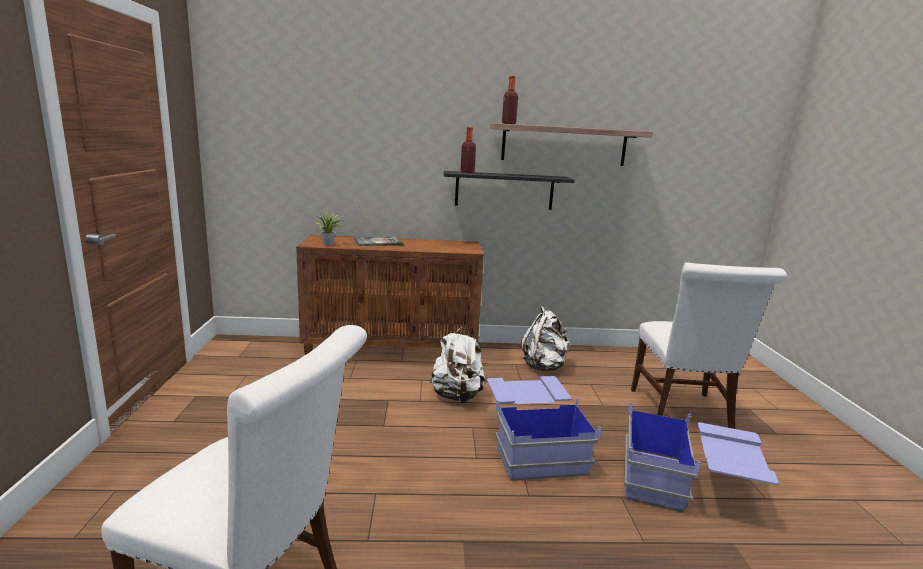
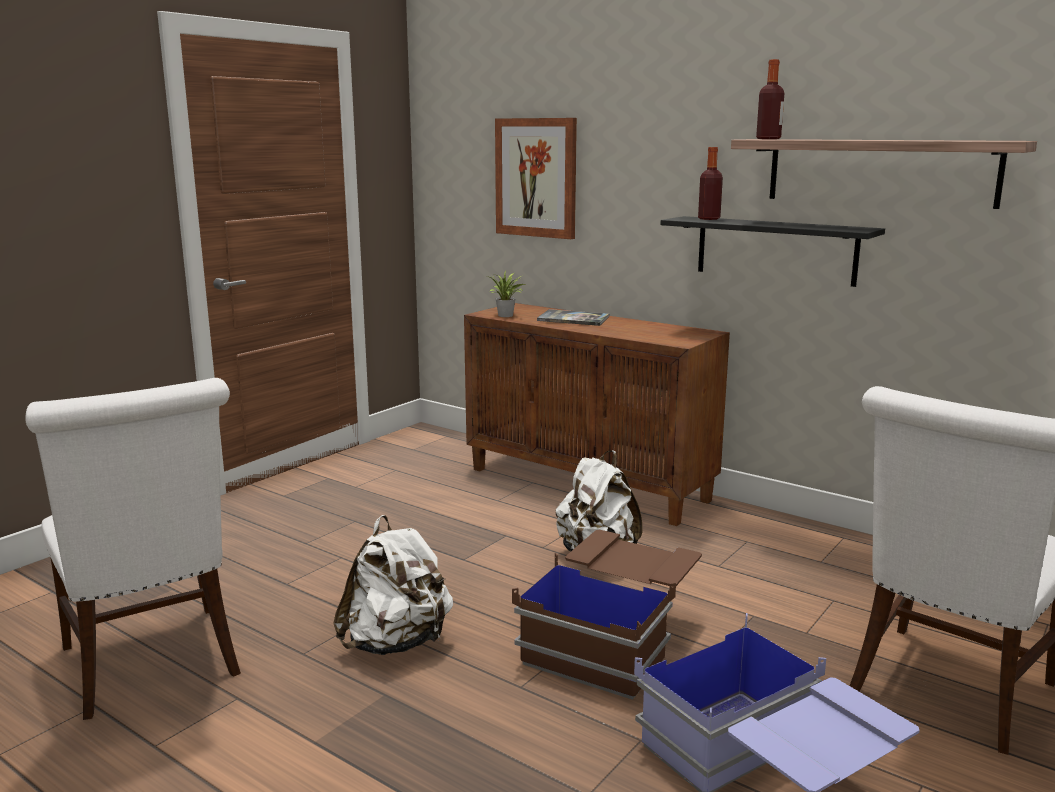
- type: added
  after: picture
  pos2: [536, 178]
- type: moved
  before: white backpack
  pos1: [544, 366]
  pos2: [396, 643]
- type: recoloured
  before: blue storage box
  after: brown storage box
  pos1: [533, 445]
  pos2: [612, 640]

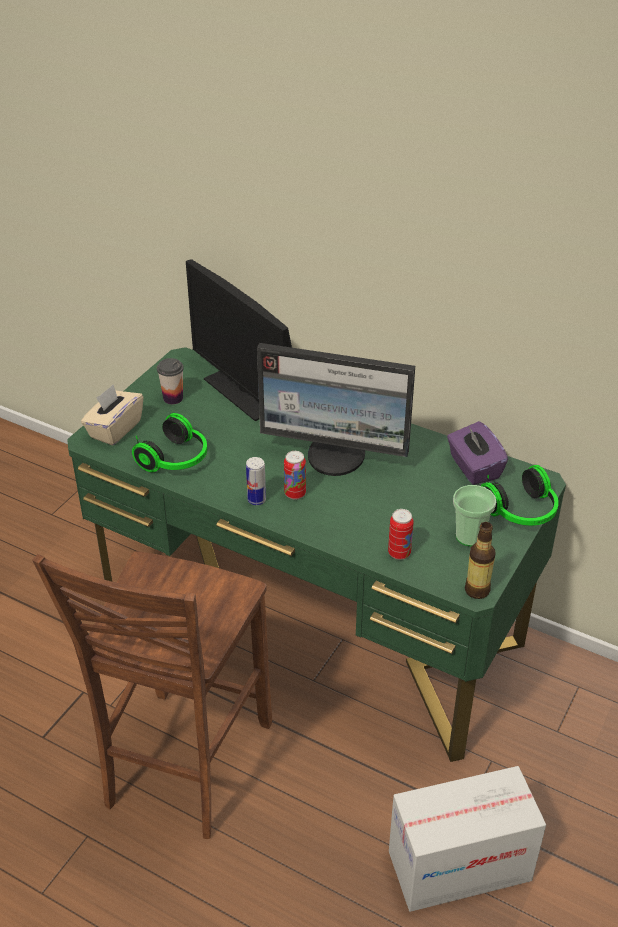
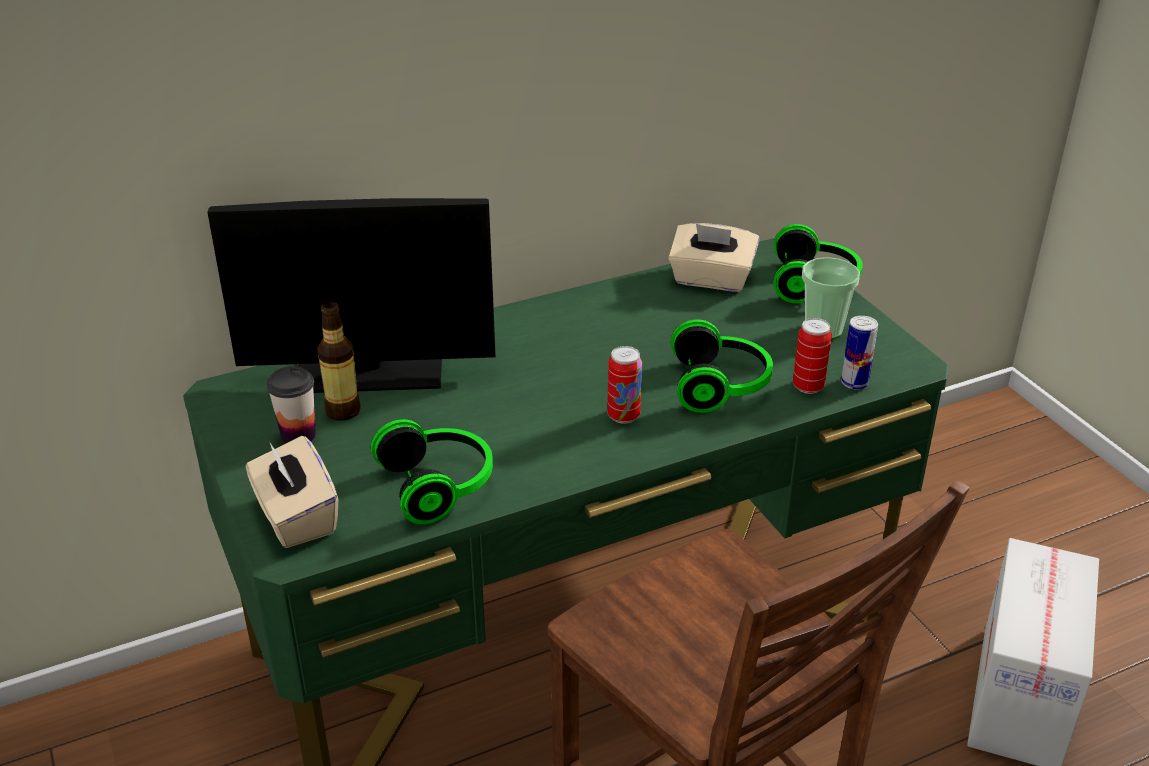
- type: removed
  before: monitor
  pos1: [336, 456]
- type: added
  after: headphones
  pos2: [721, 386]
- type: moved
  before: can
  pos1: [256, 500]
  pos2: [854, 383]
- type: moved
  before: bottle
  pos1: [477, 590]
  pos2: [343, 411]
- type: recoloured
  before: purple tissue box
  after: beige tissue box
  pos1: [474, 468]
  pos2: [711, 279]

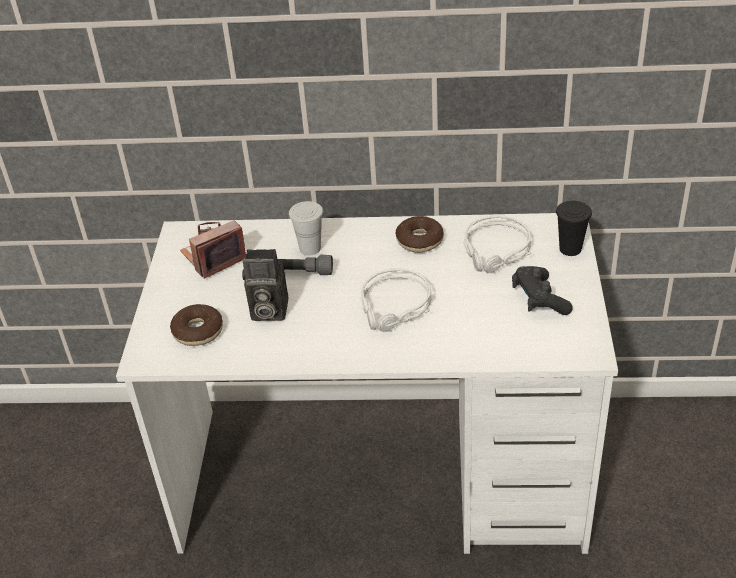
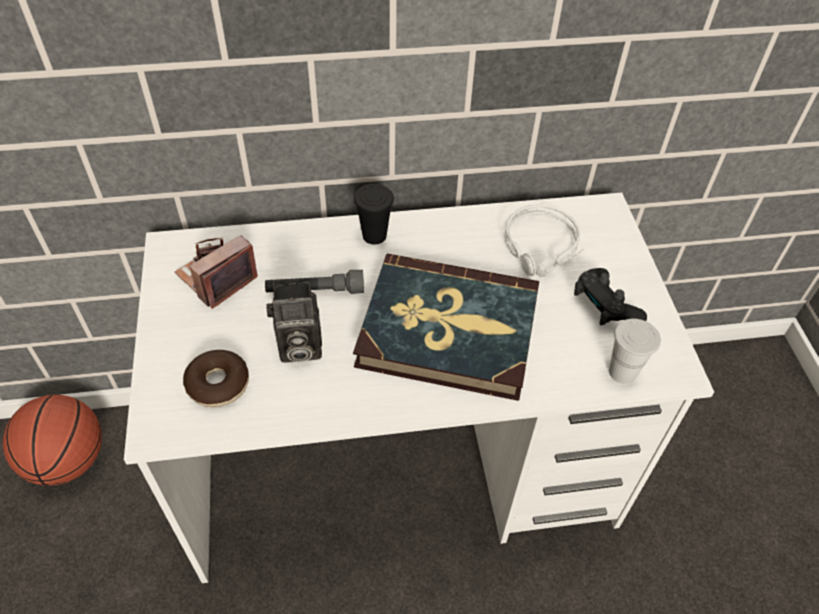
- type: removed
  before: donut
  pos1: [419, 240]
- type: added
  after: basketball
  pos2: [67, 460]
- type: moved
  before: white cup
  pos1: [310, 248]
  pos2: [622, 372]
- type: moved
  before: black cup
  pos1: [570, 249]
  pos2: [374, 235]
- type: replaced
  before: grey headphones
  after: book
  pos1: [395, 308]
  pos2: [448, 330]

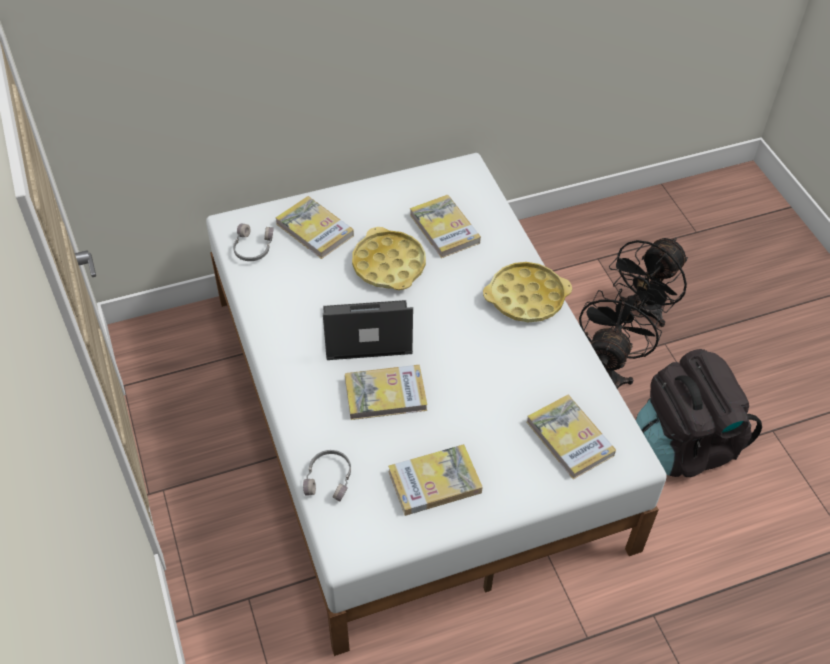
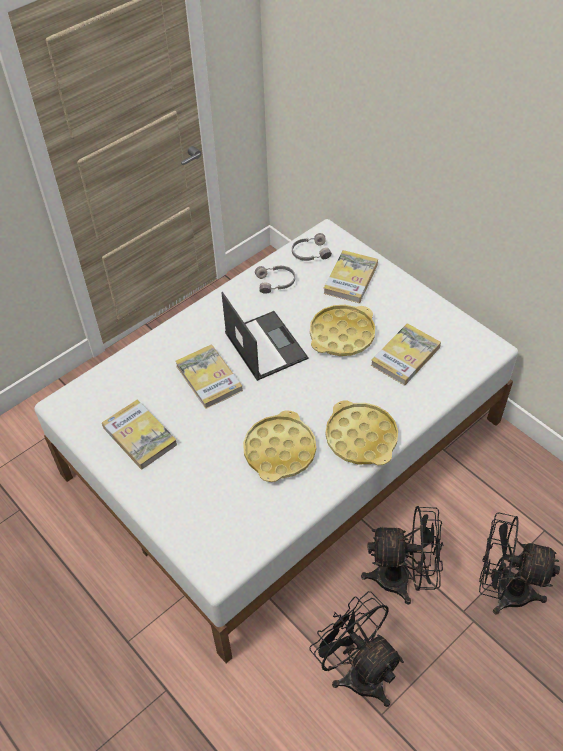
- type: removed
  before: book
  pos1: [570, 438]
- type: added
  after: yellow tray
  pos2: [280, 451]
- type: moved
  before: grey headphones
  pos1: [329, 478]
  pos2: [276, 282]
- type: replaced
  before: black backpack
  after: black fan
  pos1: [683, 446]
  pos2: [357, 671]

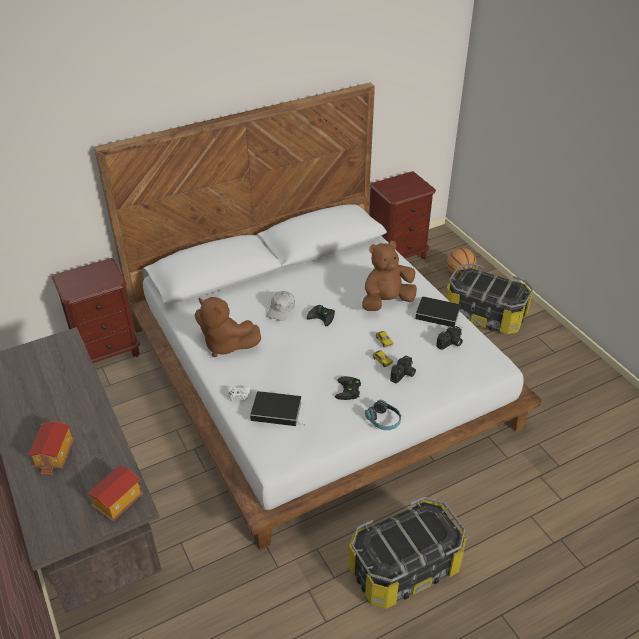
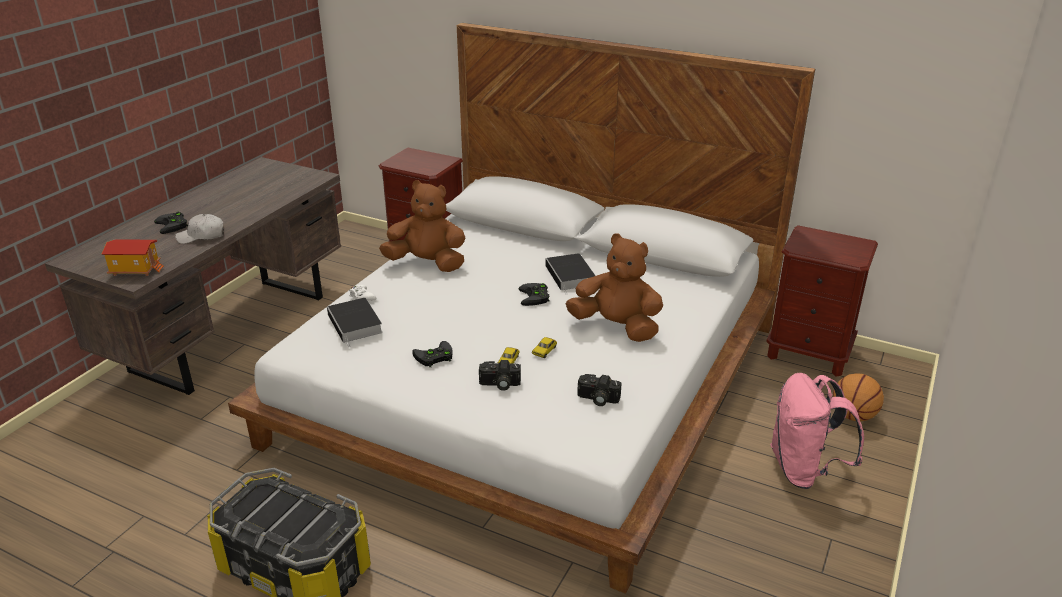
- type: removed
  before: headphones
  pos1: [383, 420]
- type: moved
  before: white cap
  pos1: [281, 309]
  pos2: [201, 236]
- type: moved
  before: book
  pos1: [439, 314]
  pos2: [571, 276]
- type: replaced
  before: toy house
  after: black game controller
  pos1: [55, 455]
  pos2: [173, 225]
- type: replaced
  before: storage box
  after: pink backpack
  pos1: [485, 314]
  pos2: [804, 470]
- type: turned
  before: brown plush toy
  pos1: [225, 345]
  pos2: [427, 264]
  turn: 105

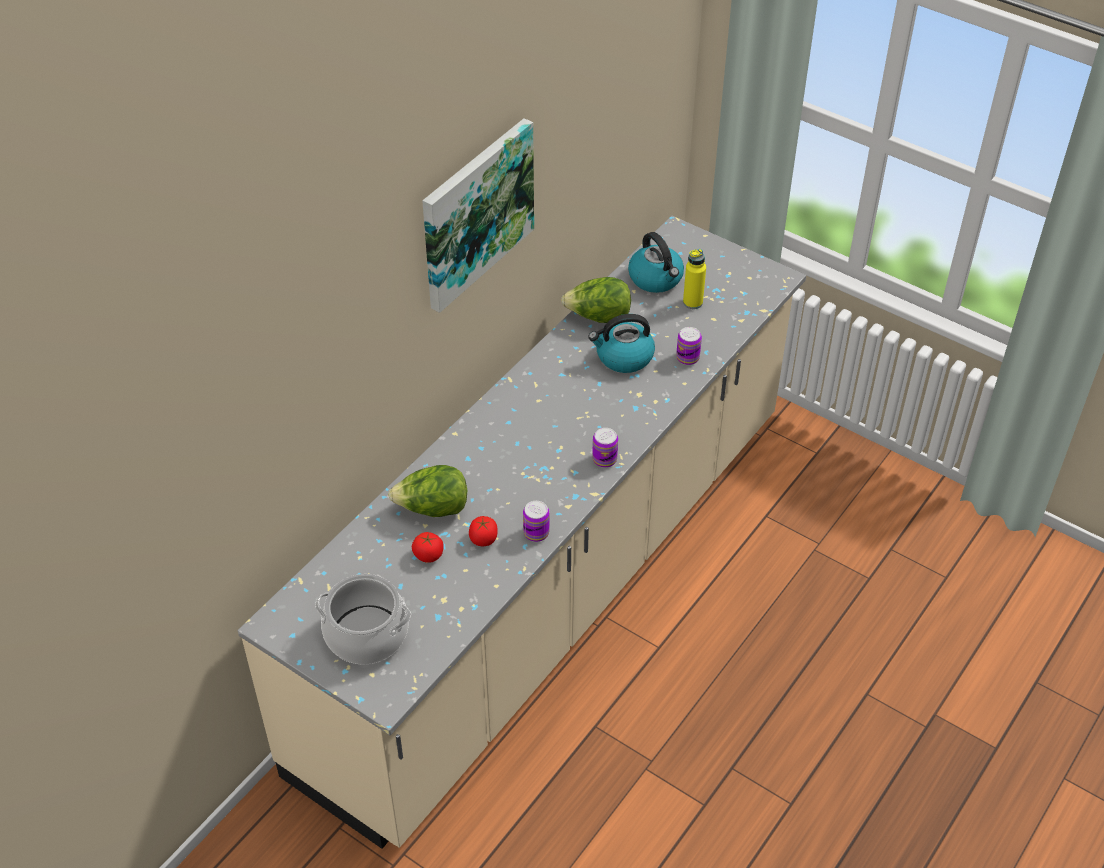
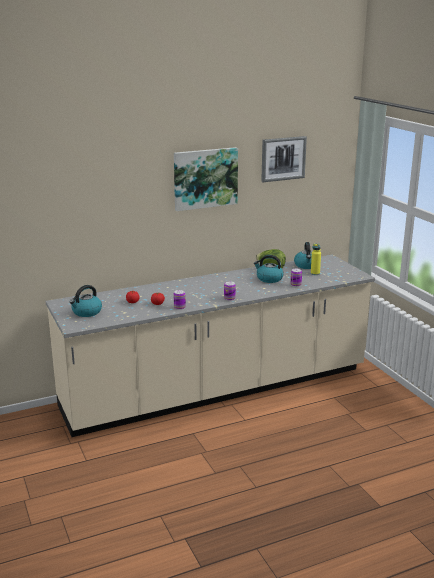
- type: removed
  before: lettuce
  pos1: [432, 509]
- type: added
  after: picture
  pos2: [283, 158]
- type: replaced
  before: cooking pot
  after: kettle
  pos1: [367, 634]
  pos2: [86, 312]

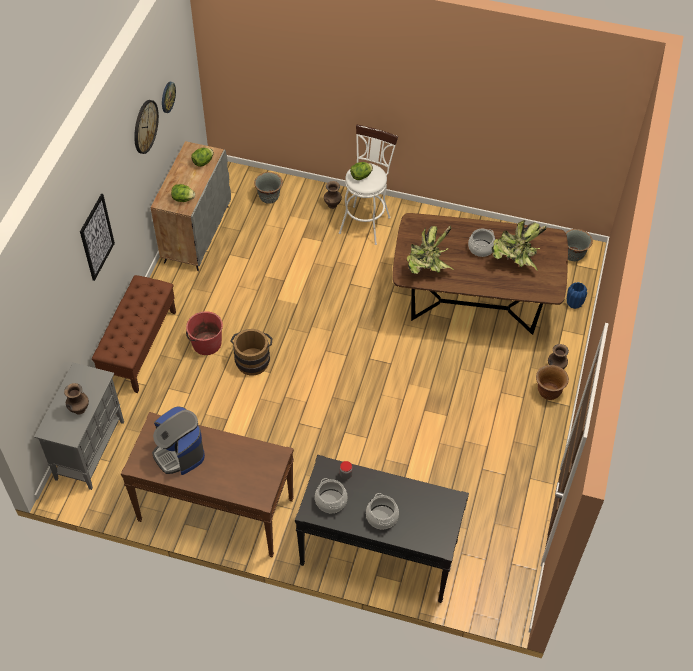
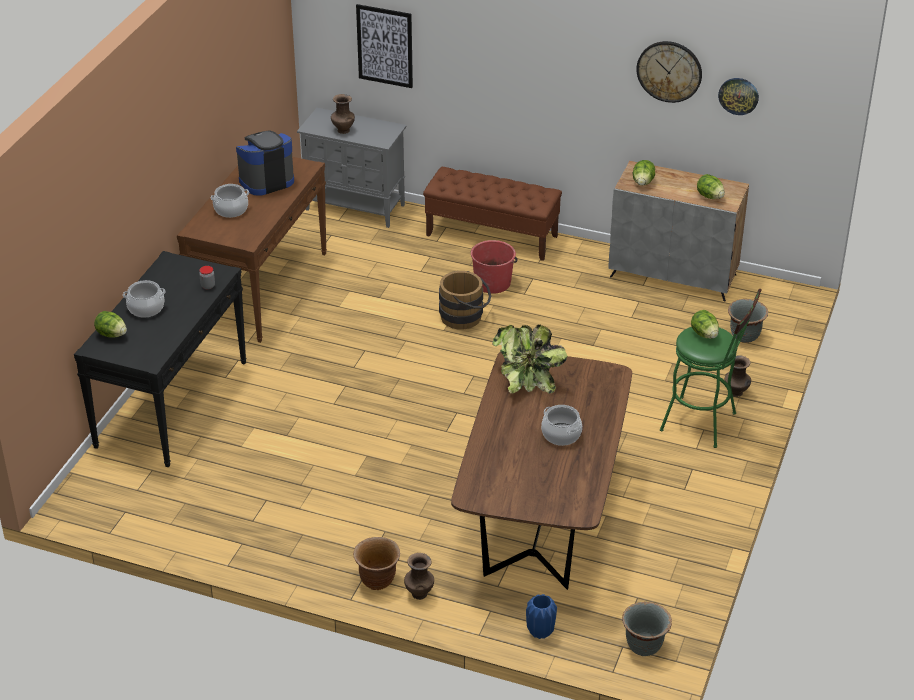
- type: removed
  before: potted plant
  pos1: [515, 261]
- type: added
  after: lettuce
  pos2: [112, 334]
- type: moved
  before: picture
  pos1: [96, 237]
  pos2: [385, 46]
- type: moved
  before: cooking pot
  pos1: [331, 501]
  pos2: [231, 210]
- type: recoloured
  before: white stool
  after: green stool
  pos1: [366, 221]
  pos2: [705, 423]

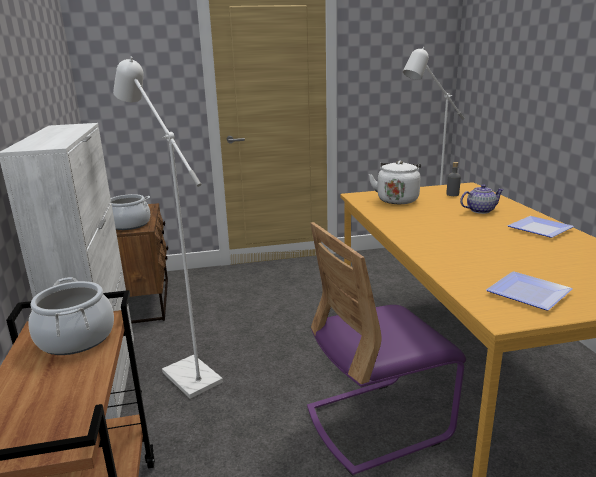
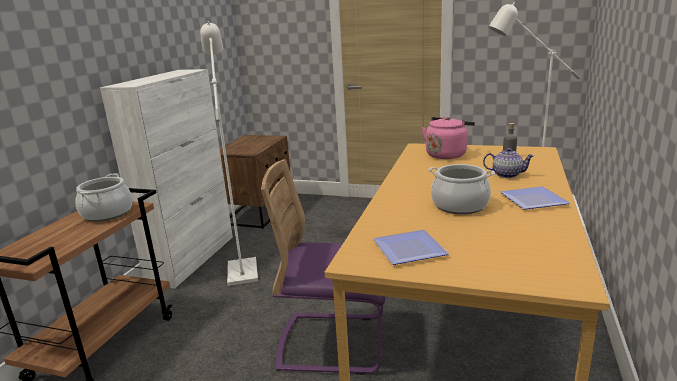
- type: moved
  before: cooking pot
  pos1: [129, 224]
  pos2: [460, 205]
- type: recoloured
  before: white kettle
  after: pink kettle
  pos1: [397, 199]
  pos2: [447, 154]

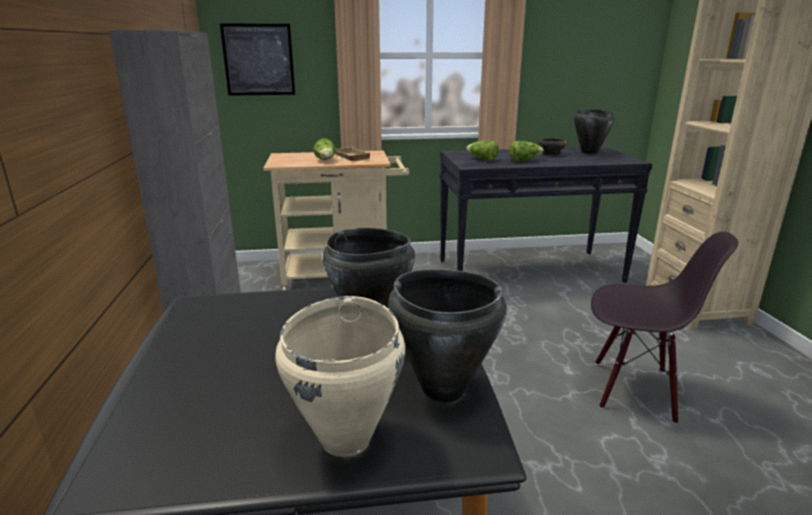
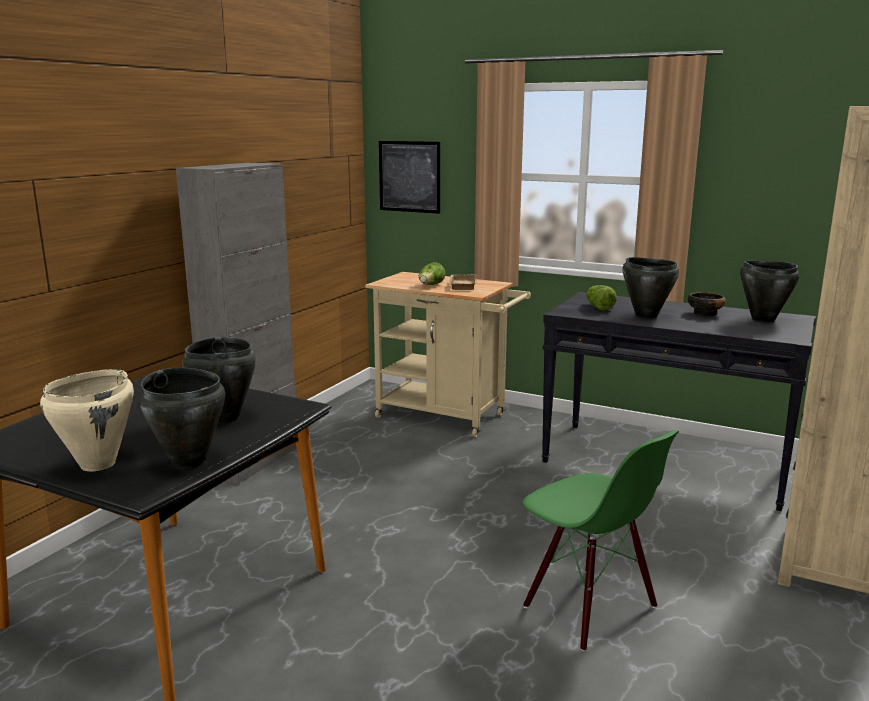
- type: replaced
  before: lettuce
  after: black cooking pot
  pos1: [524, 160]
  pos2: [646, 316]
- type: recoloured
  before: black chair
  after: green chair
  pos1: [634, 390]
  pos2: [589, 608]

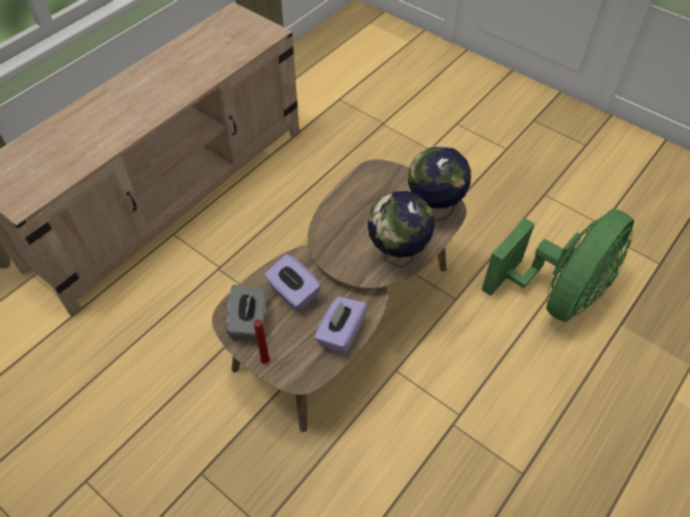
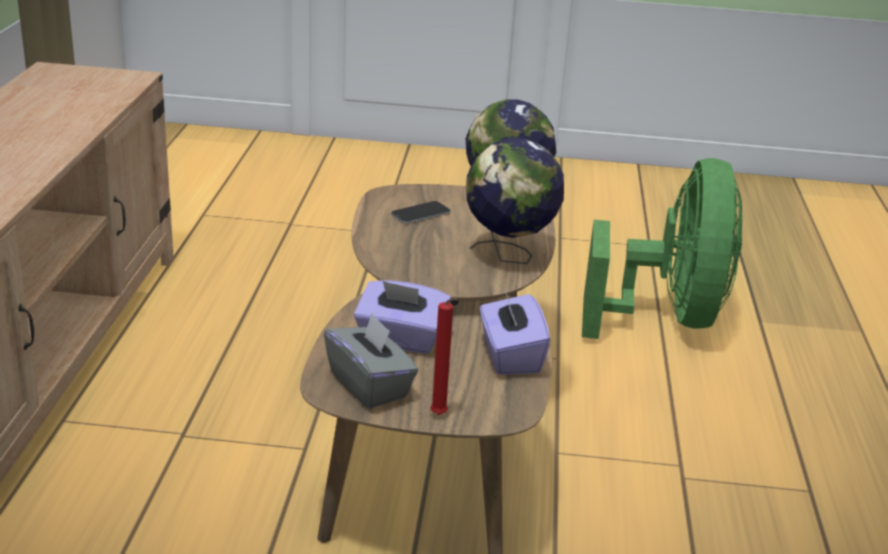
- type: added
  after: phone
  pos2: [420, 214]

